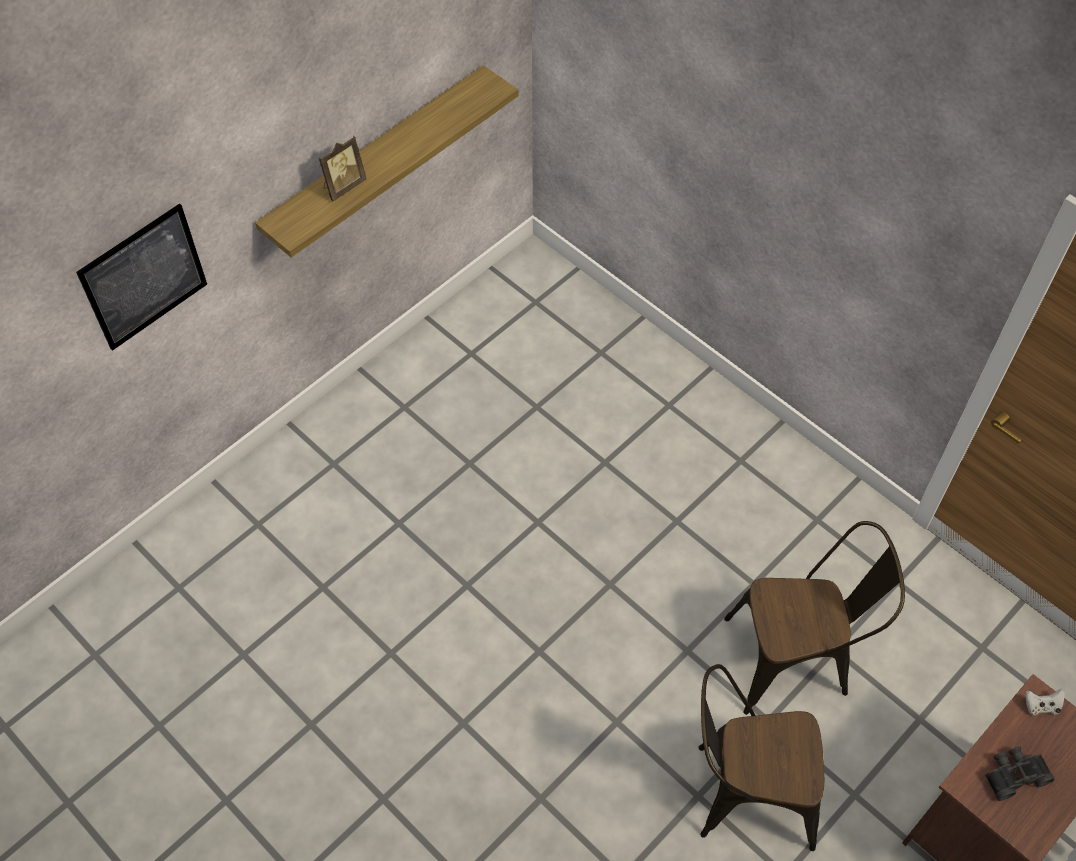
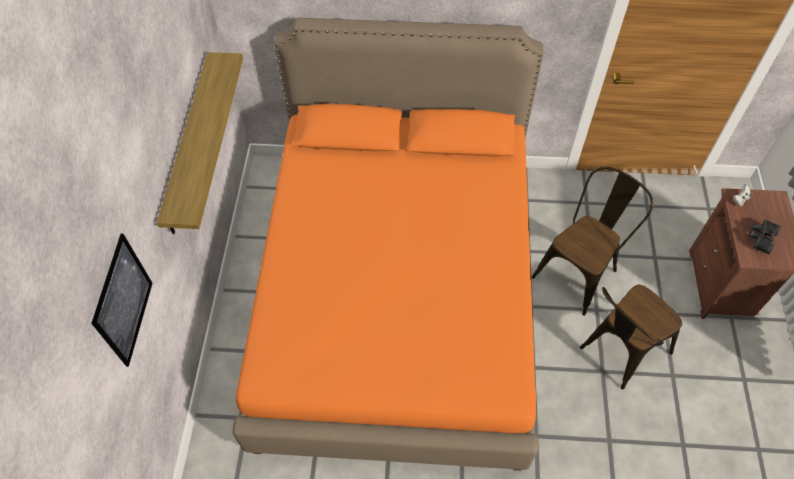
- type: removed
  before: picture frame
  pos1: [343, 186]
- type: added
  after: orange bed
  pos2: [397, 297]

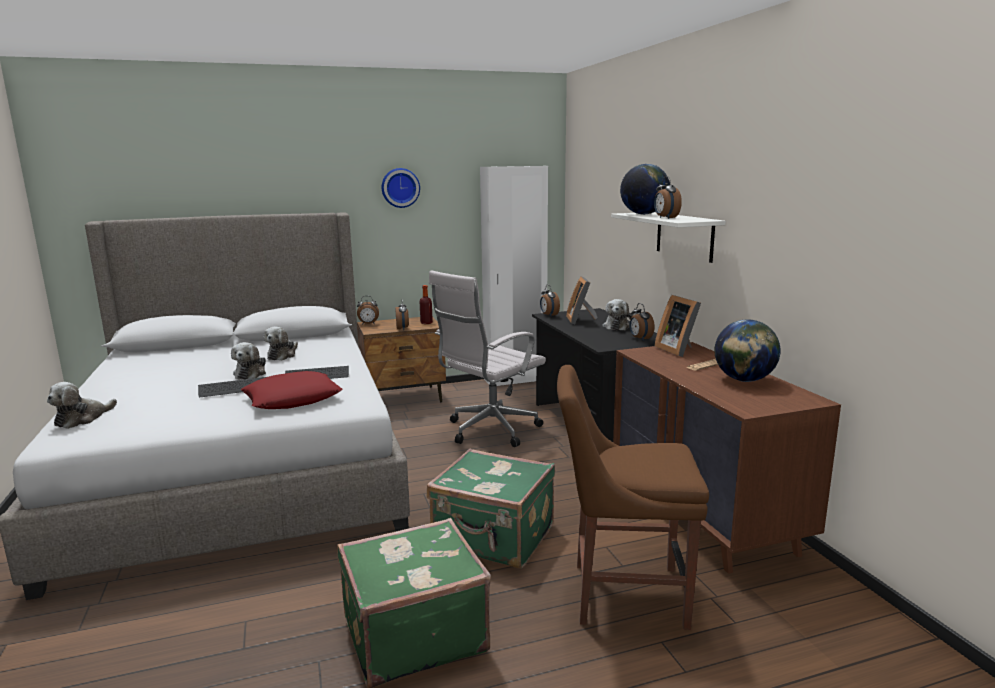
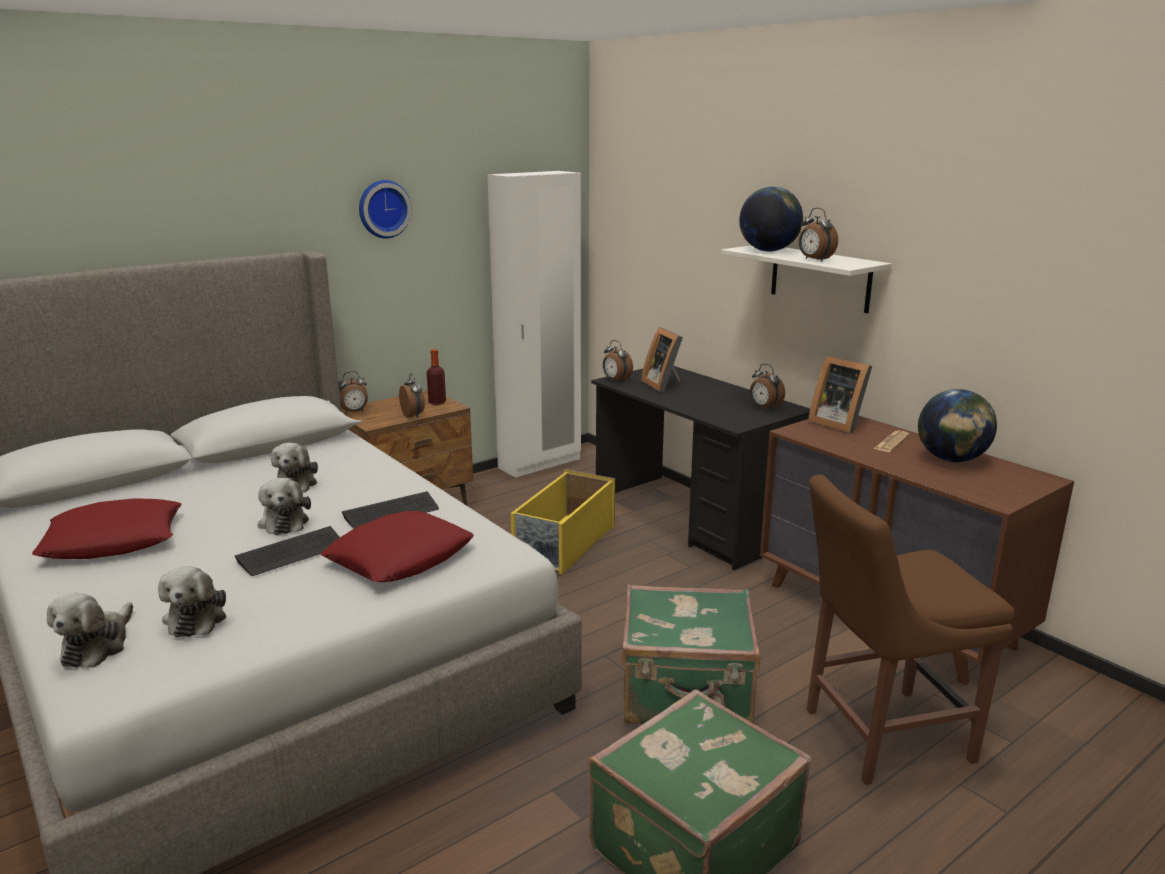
- type: added
  after: red pillow
  pos2: [113, 540]
- type: moved
  before: plush toy
  pos1: [616, 326]
  pos2: [197, 617]
- type: replaced
  before: white office chair
  after: yellow storage box
  pos1: [489, 431]
  pos2: [564, 544]

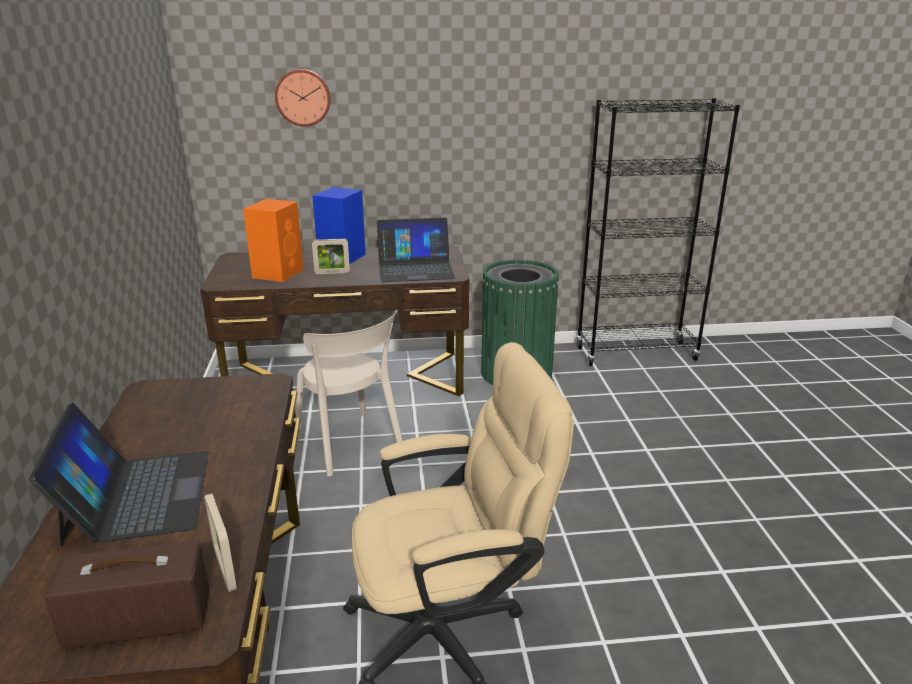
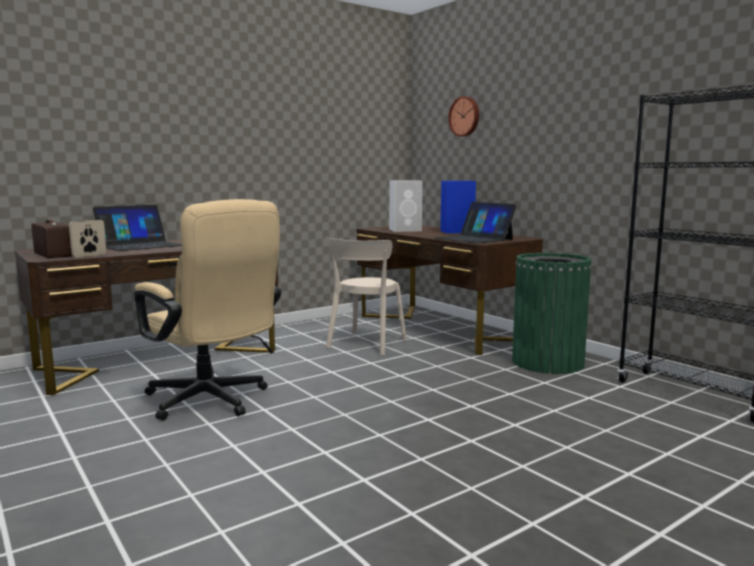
- type: removed
  before: picture frame
  pos1: [332, 273]
- type: recoloured
  before: orange speaker
  after: white speaker
  pos1: [279, 273]
  pos2: [406, 230]

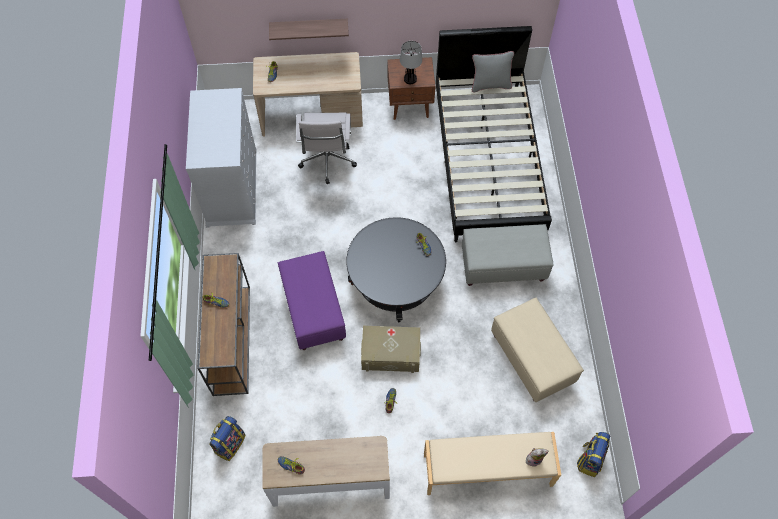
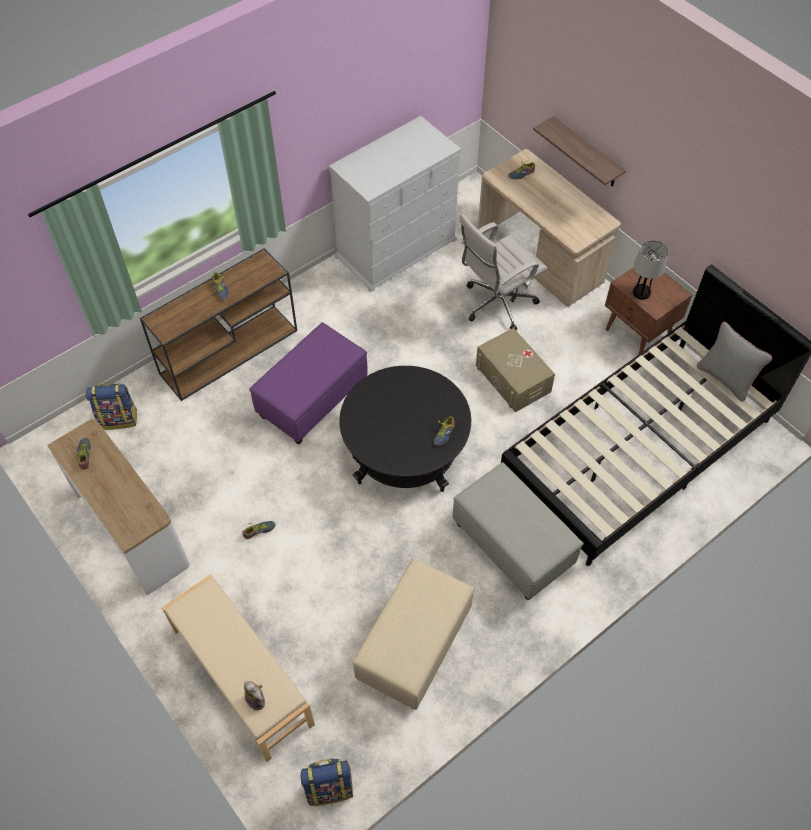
- type: moved
  before: beige storage box
  pos1: [391, 353]
  pos2: [513, 378]

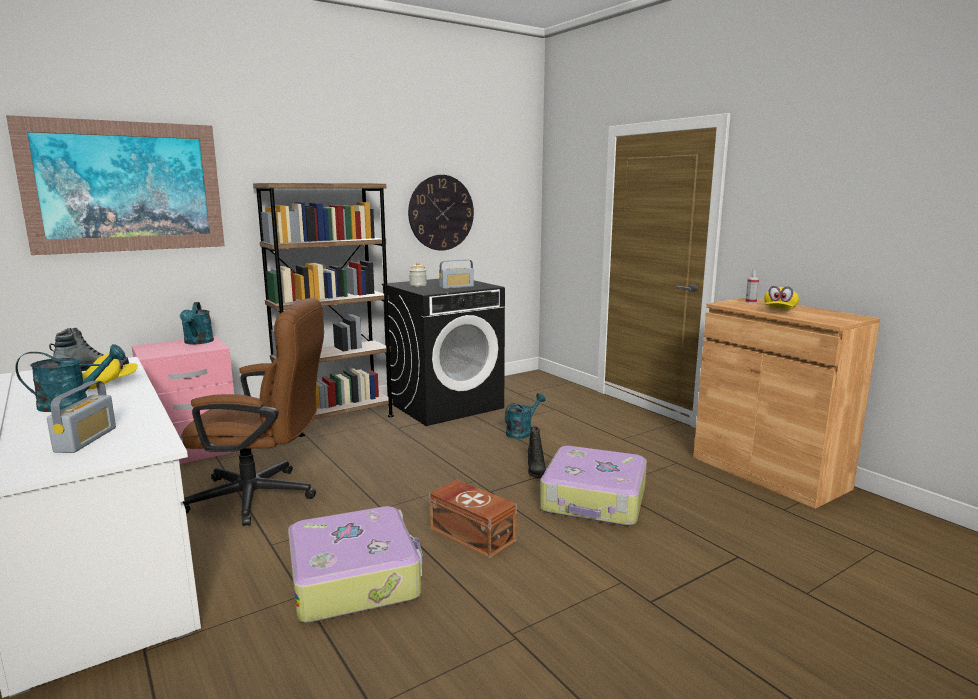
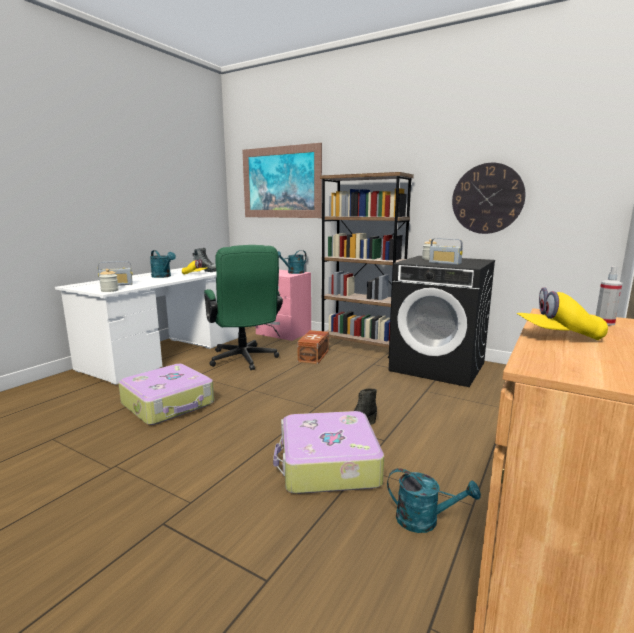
- type: added
  after: jar
  pos2: [109, 290]
- type: moved
  before: brown storage box
  pos1: [472, 534]
  pos2: [314, 355]
- type: moved
  before: turquoise watering can
  pos1: [522, 432]
  pos2: [425, 520]
- type: recoloured
  before: brown office chair
  after: green office chair
  pos1: [264, 497]
  pos2: [244, 360]

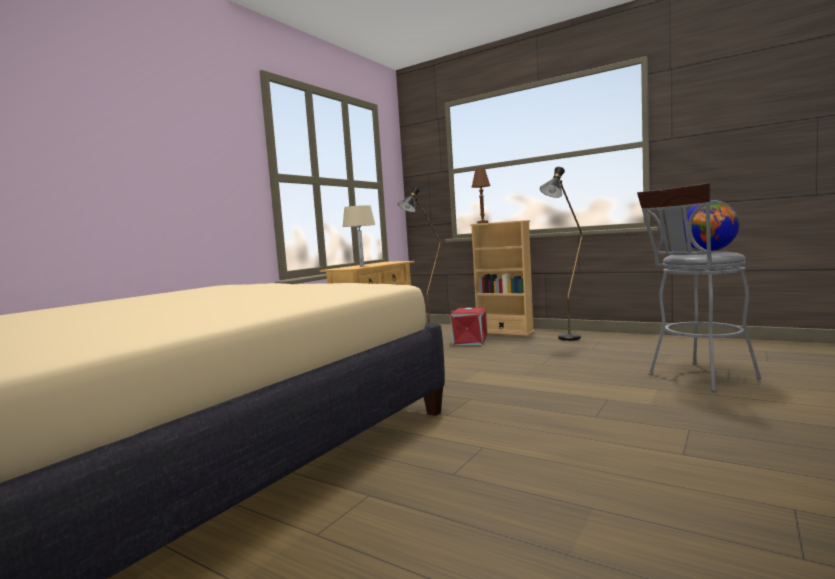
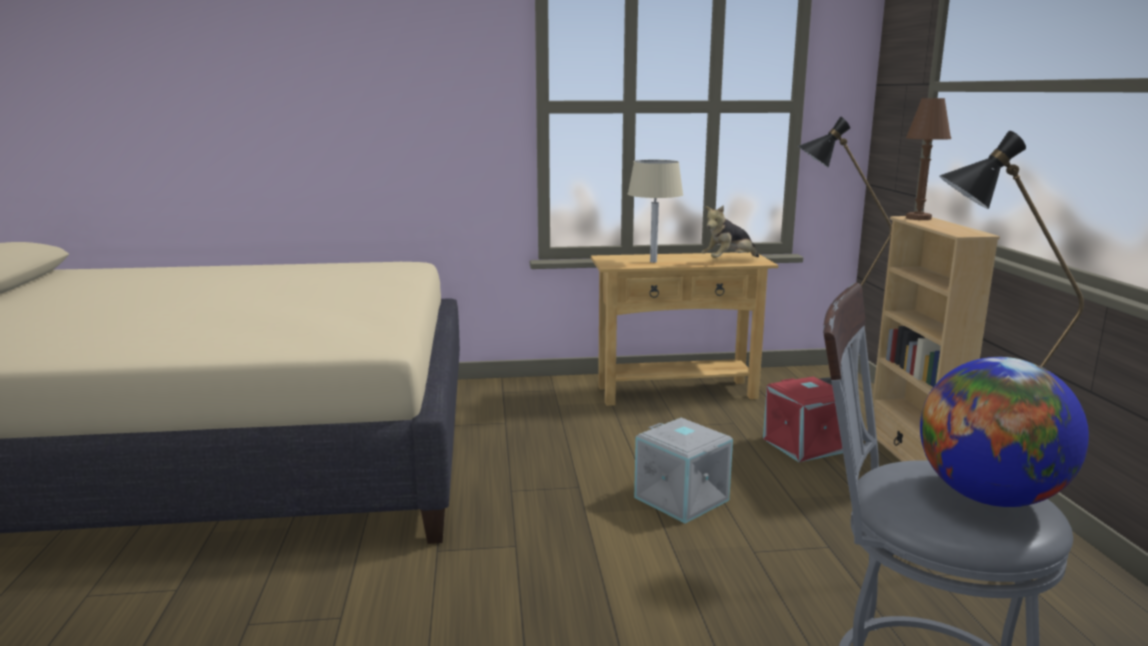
- type: added
  after: grey storage box
  pos2: [683, 498]
- type: added
  after: plush toy
  pos2: [729, 261]

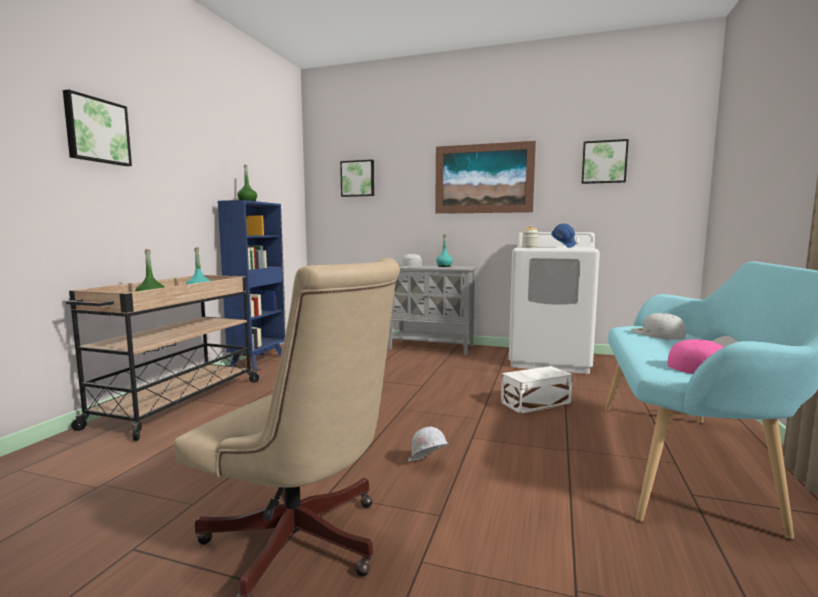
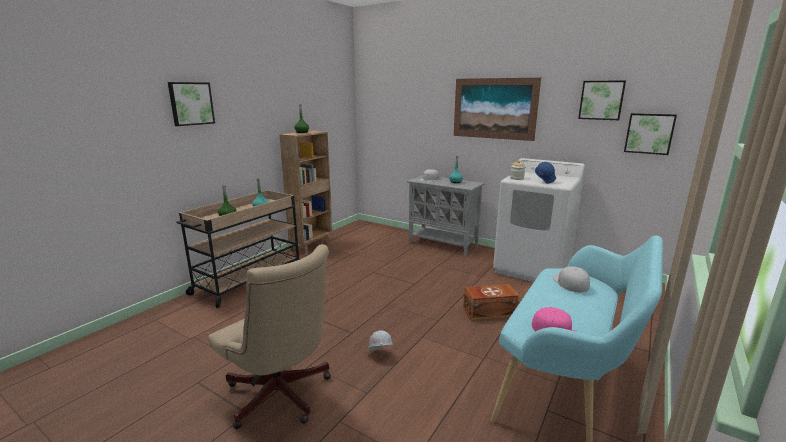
- type: moved
  before: picture
  pos1: [358, 178]
  pos2: [649, 133]
- type: recoloured
  before: blue bookcase
  after: brown bookcase
  pos1: [259, 361]
  pos2: [312, 246]
- type: recoloured
  before: white storage box
  after: brown storage box
  pos1: [534, 403]
  pos2: [488, 312]

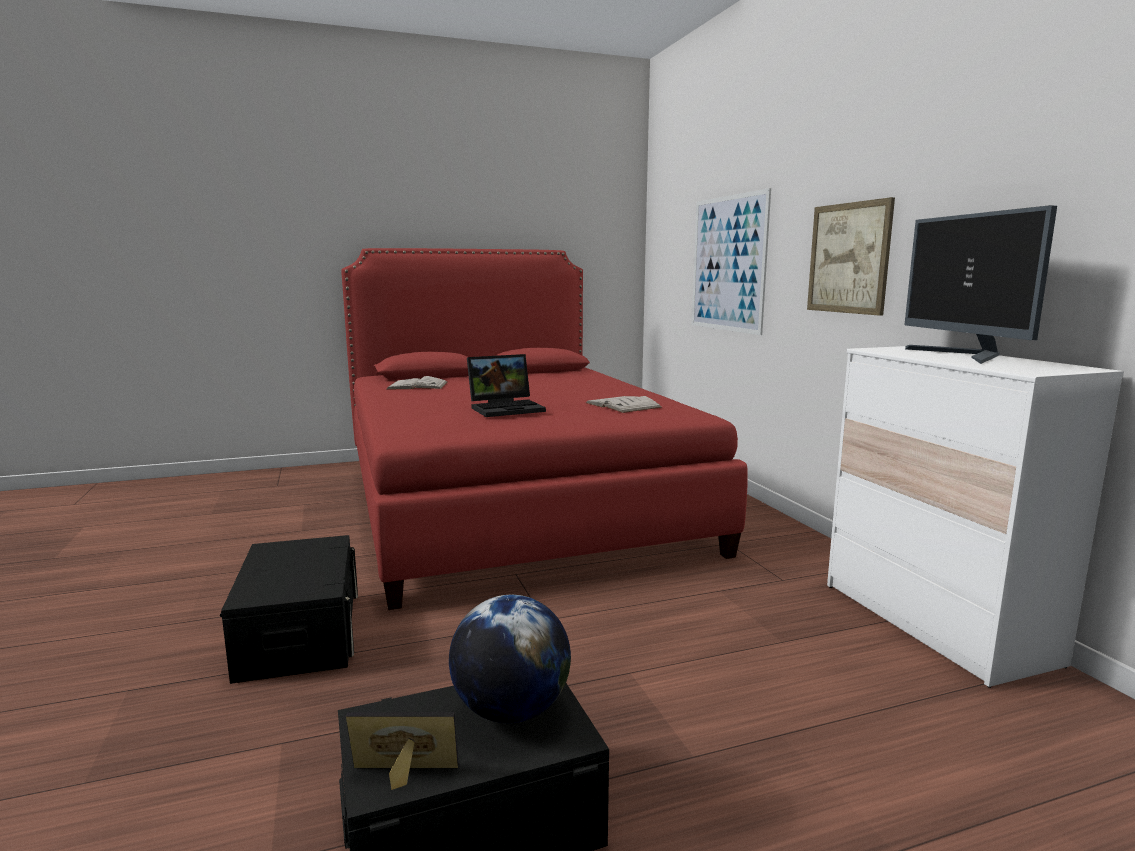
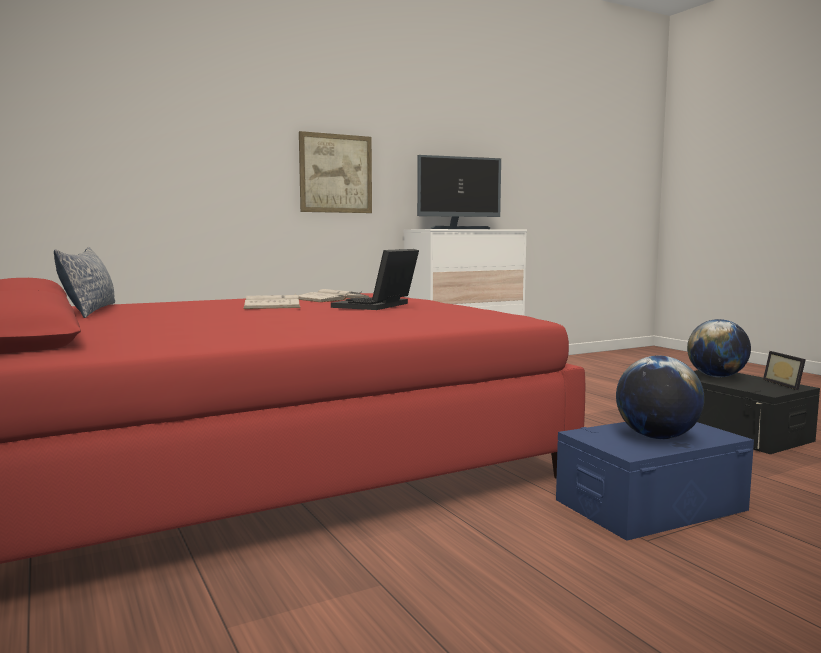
- type: removed
  before: picture
  pos1: [728, 264]
- type: added
  after: pillow
  pos2: [90, 310]
- type: added
  after: globe
  pos2: [657, 437]
- type: moved
  before: white book
  pos1: [418, 385]
  pos2: [272, 304]
- type: recoloured
  before: black storage box
  after: blue storage box
  pos1: [299, 633]
  pos2: [650, 505]
- type: turned
  before: laptop
  pos1: [507, 408]
  pos2: [376, 306]
  turn: -120

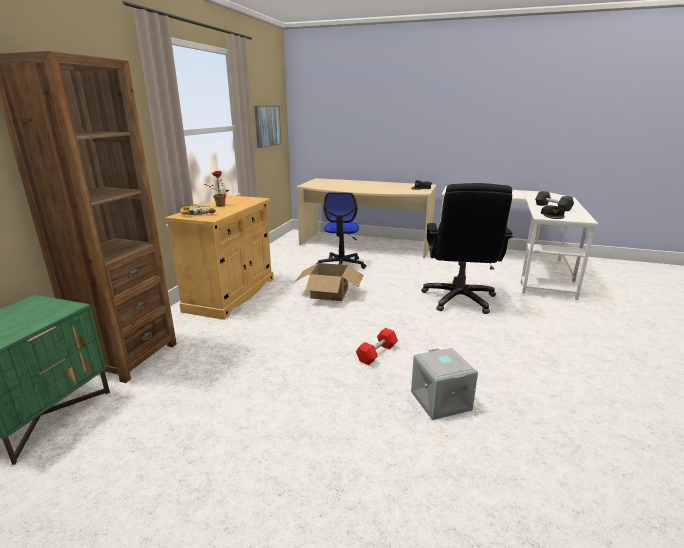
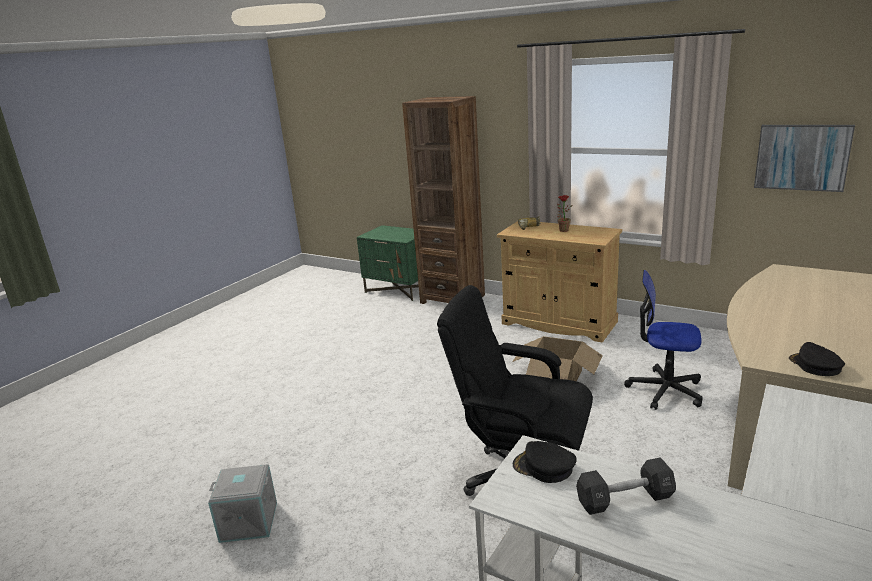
- type: removed
  before: red dumbbell
  pos1: [377, 353]
- type: moved
  before: grey storage box
  pos1: [439, 400]
  pos2: [249, 521]

